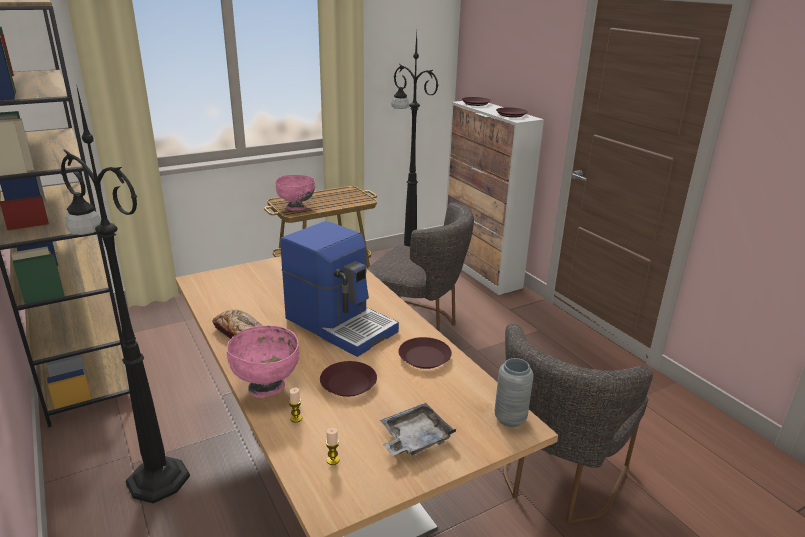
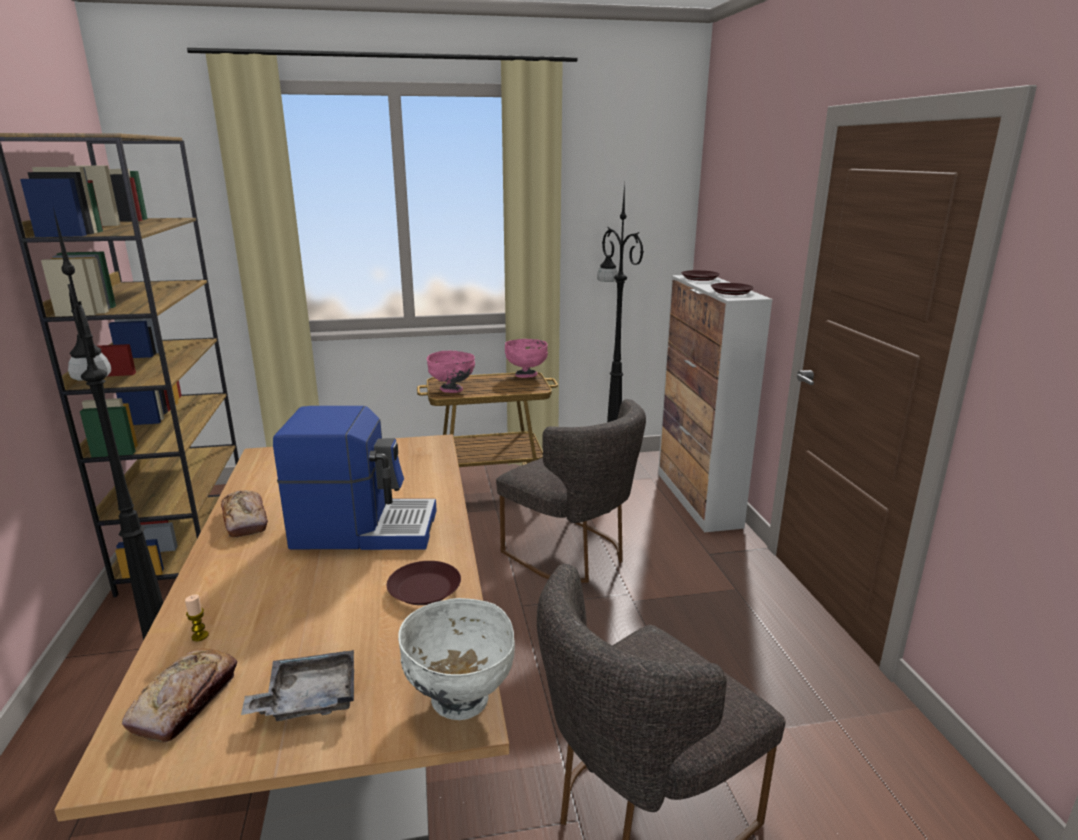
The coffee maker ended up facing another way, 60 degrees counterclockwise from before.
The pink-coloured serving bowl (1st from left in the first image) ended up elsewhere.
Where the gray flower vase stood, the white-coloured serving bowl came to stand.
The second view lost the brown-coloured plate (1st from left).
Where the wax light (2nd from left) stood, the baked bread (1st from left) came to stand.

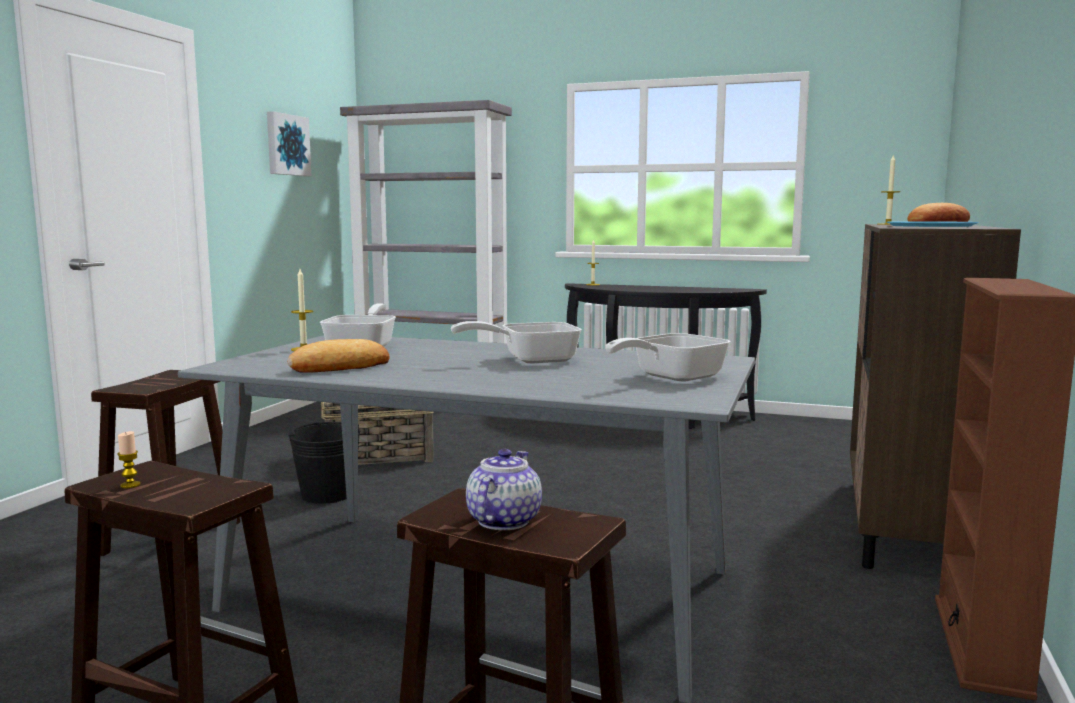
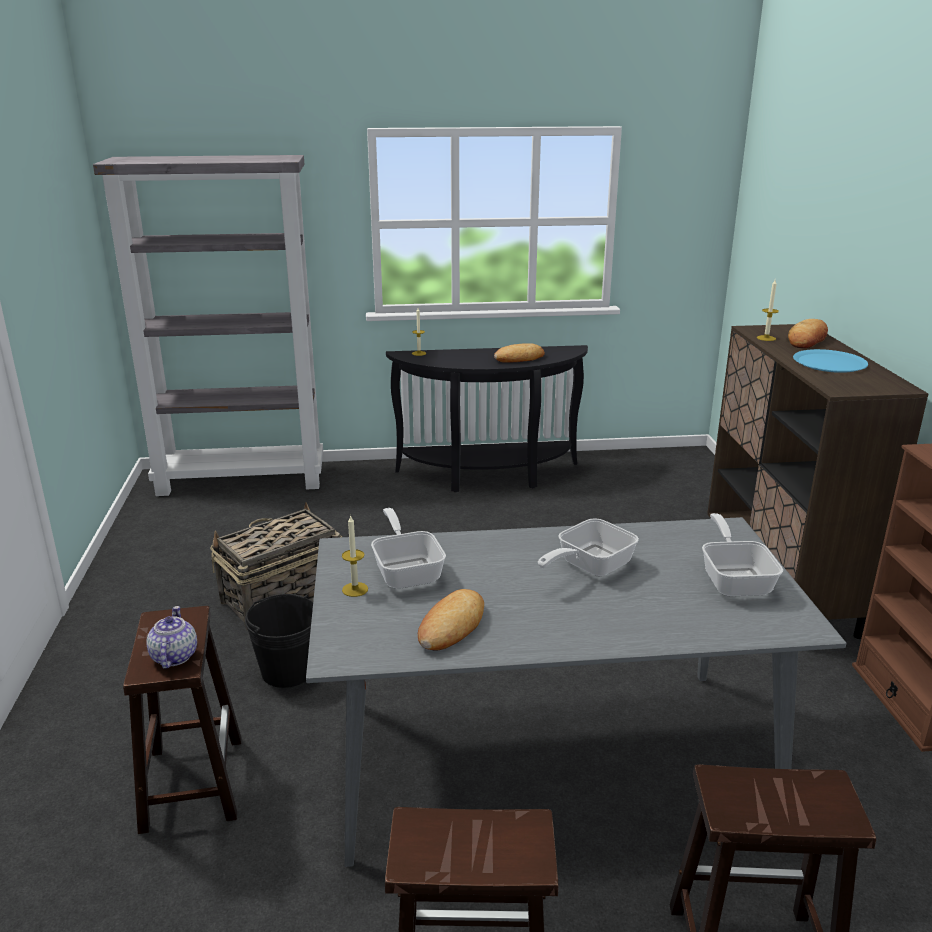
The second view lost the picture.
The skillet (3rd from left) ended up facing another way, 150 degrees clockwise from before.
The second view lost the wax light (1st from left).
The tea pot ended up elsewhere.
The second view gained the baked bread (2nd from left).

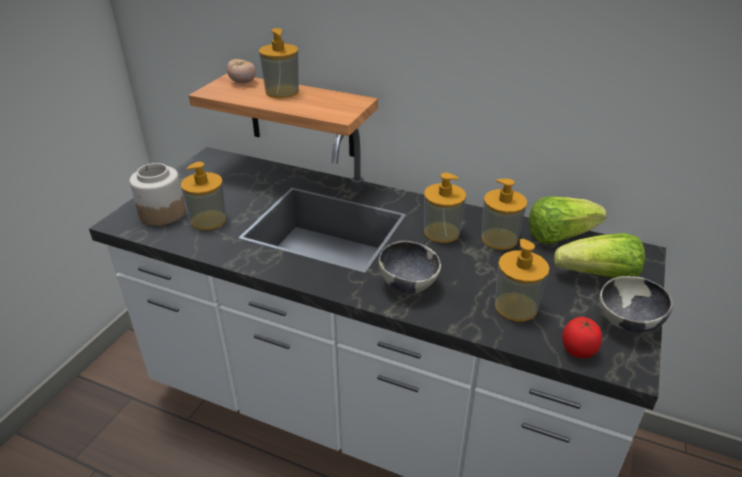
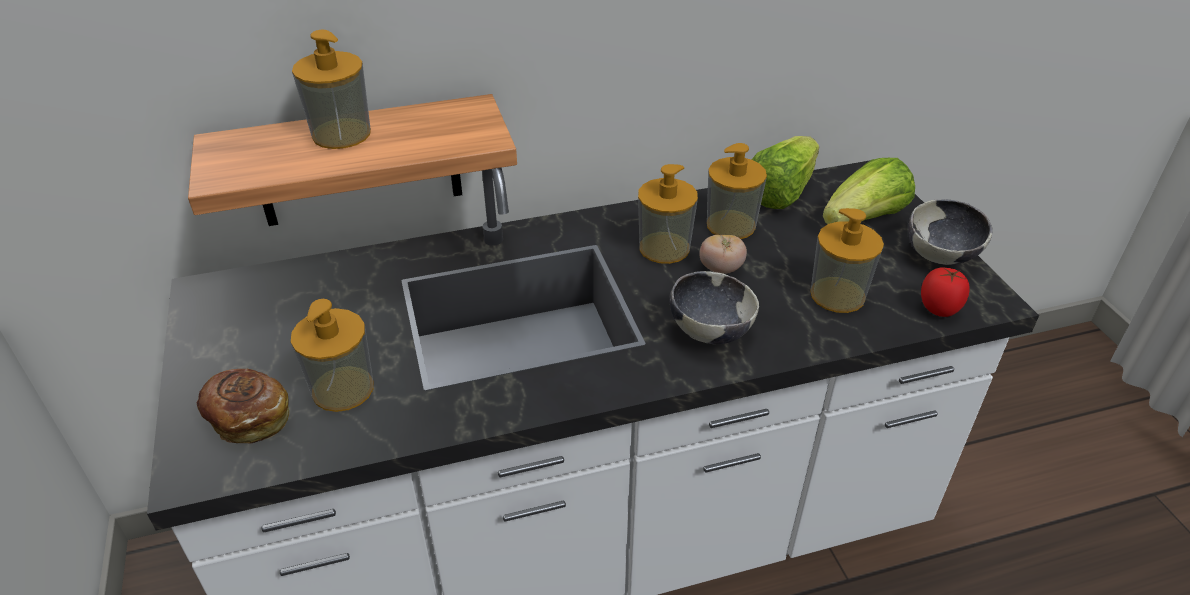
The fresh tomato (1st from left) ended up elsewhere.
Where the jar stood, the baked bread came to stand.

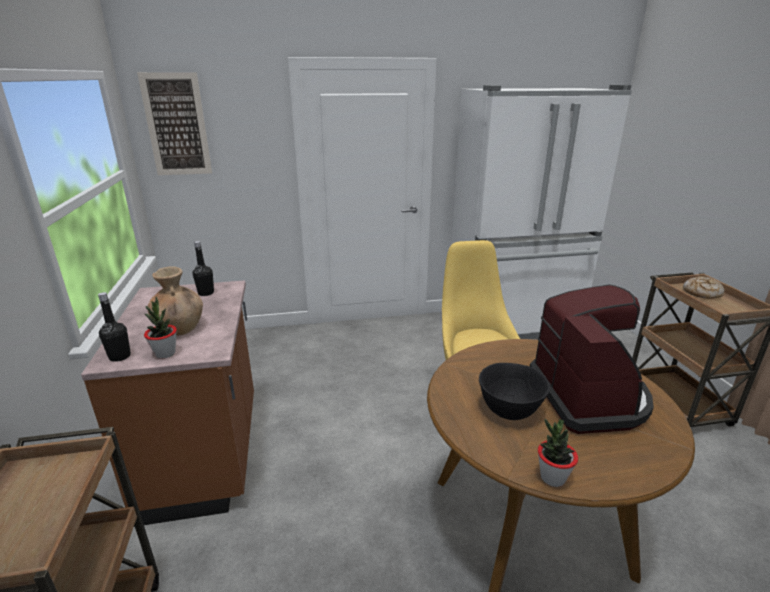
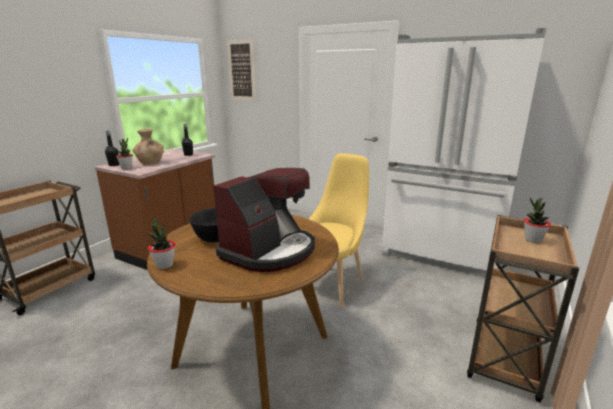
Where the baked bread stood, the potted plant (3rd from left) came to stand.

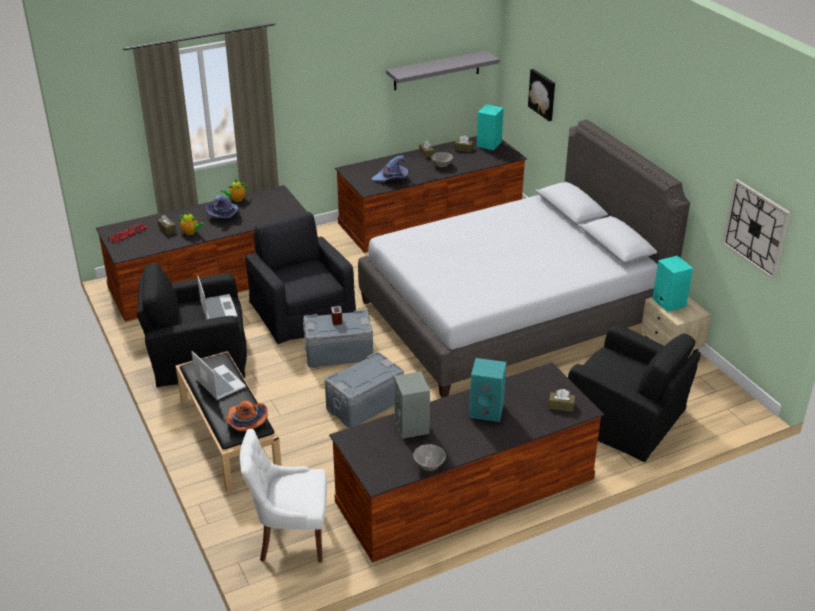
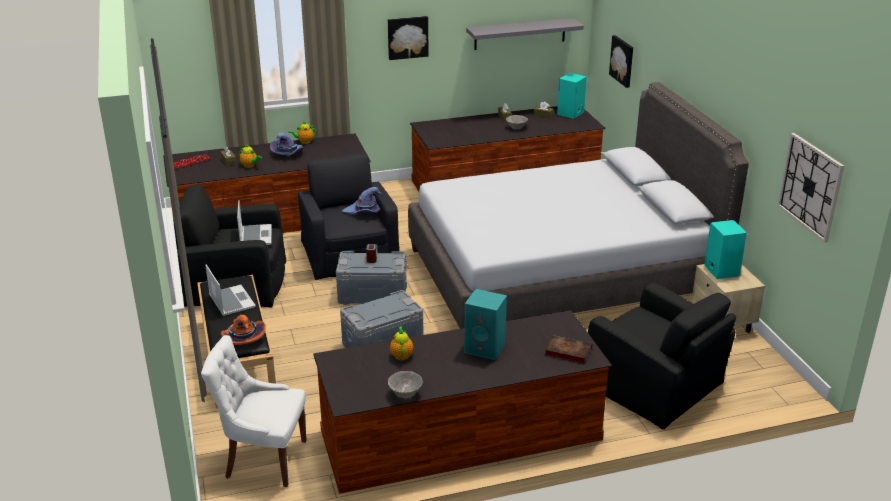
The purplish wearable hat (2nd from left) ended up elsewhere.
Where the gray speaker stood, the tea pot (3rd from left) came to stand.
Where the brown-coloured tissue holder (4th from left) stood, the book came to stand.
The second view gained the picture (1st from left).

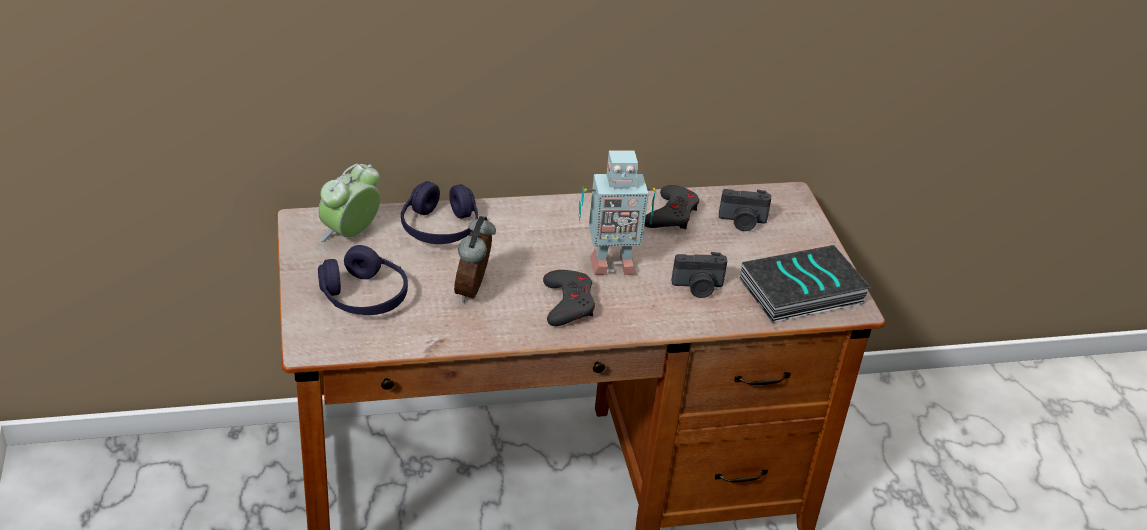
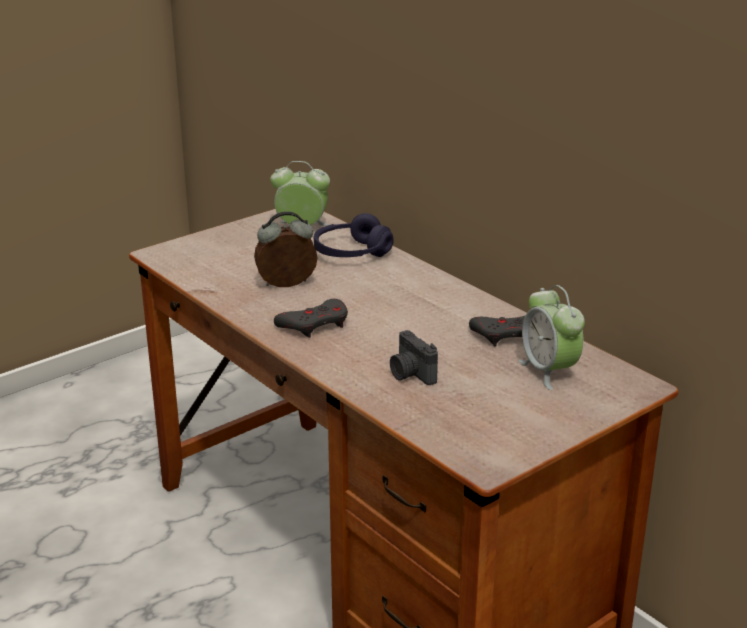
The second view lost the robot figure.
Where the still camera (2nd from left) stood, the table clock (3rd from left) came to stand.
The second view lost the purplish headphones (1st from left).
The second view lost the book.

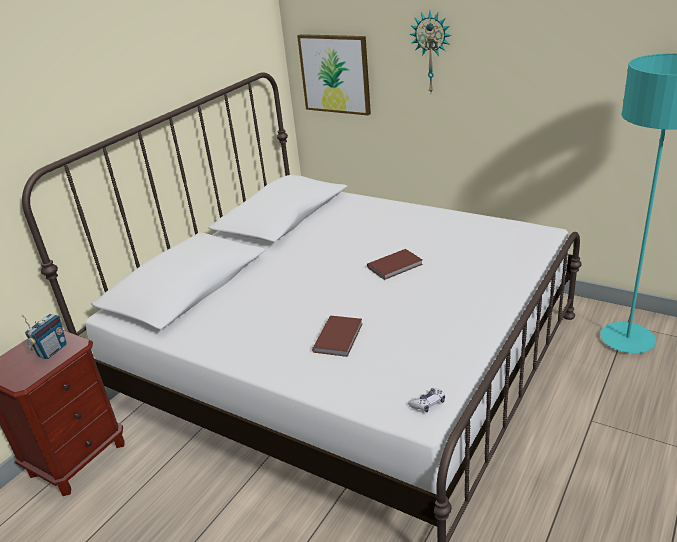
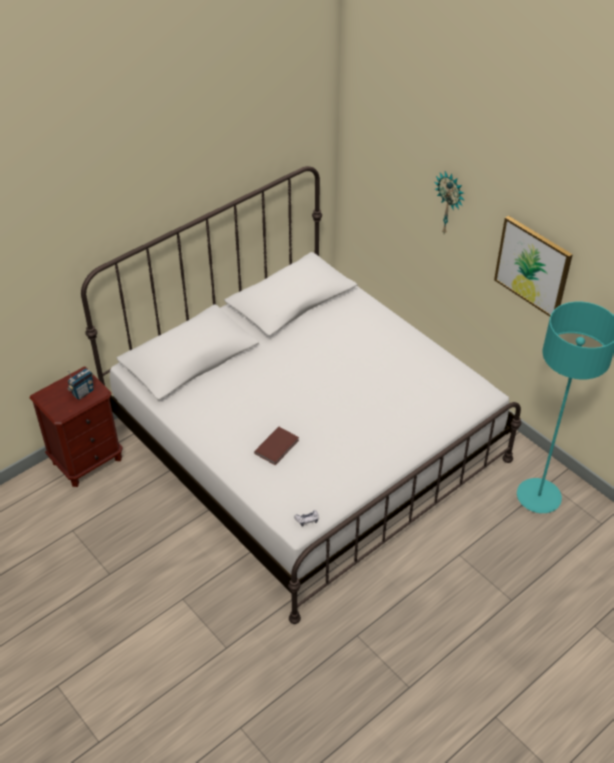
The picture ended up elsewhere.
The second view lost the brown-coloured book (2nd from left).

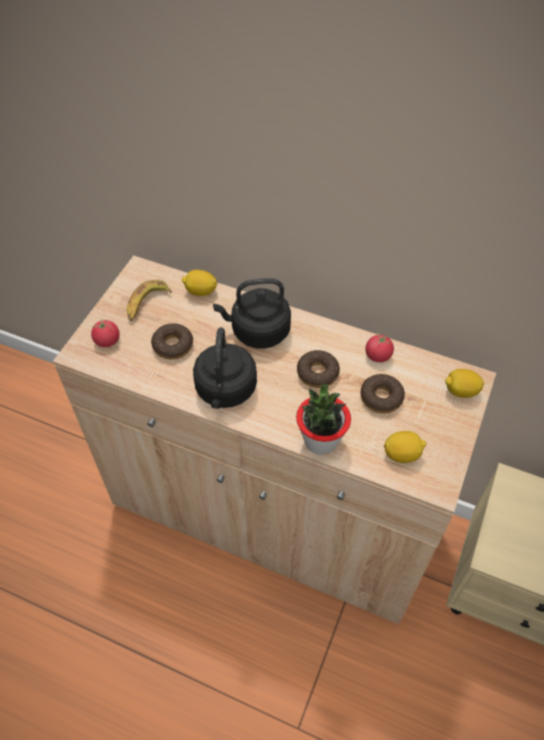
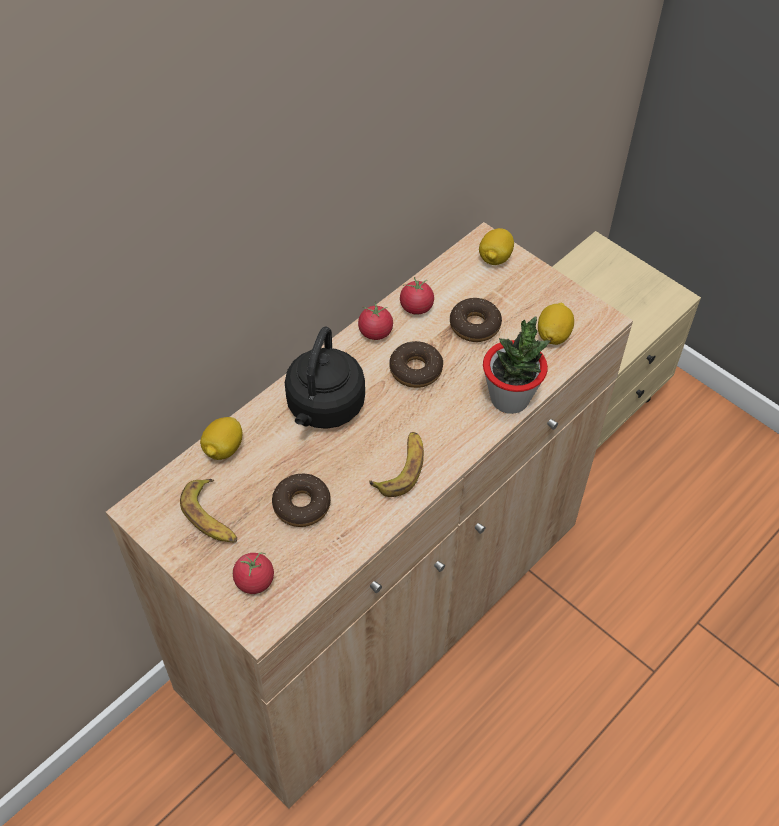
Where the blackish water kettle (1st from left) stood, the banana (2nd from left) came to stand.
The second view gained the fresh tomato (2nd from left).

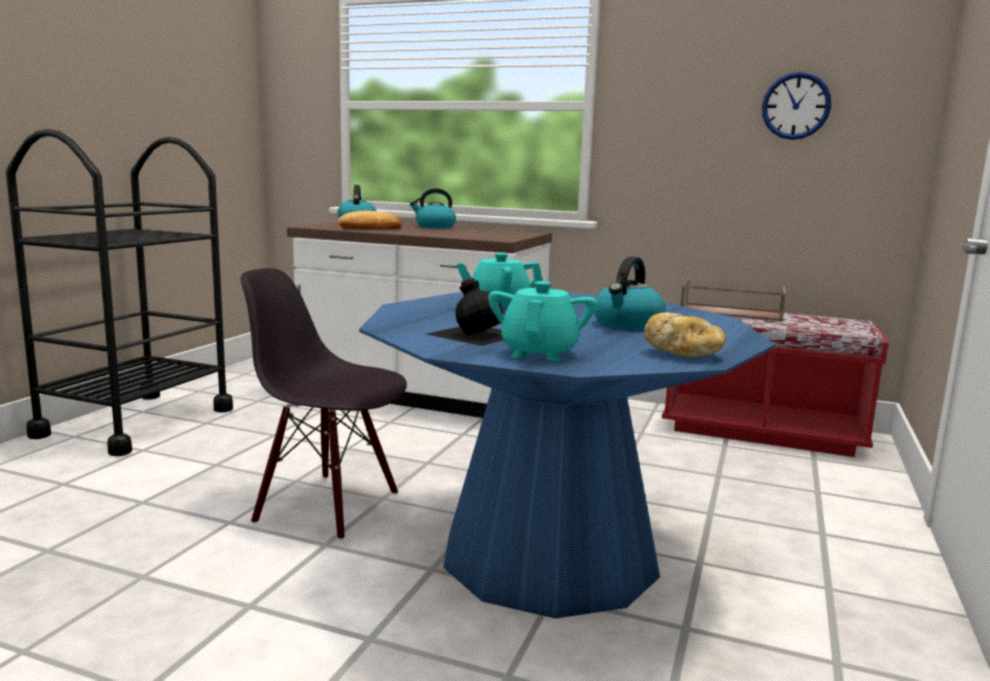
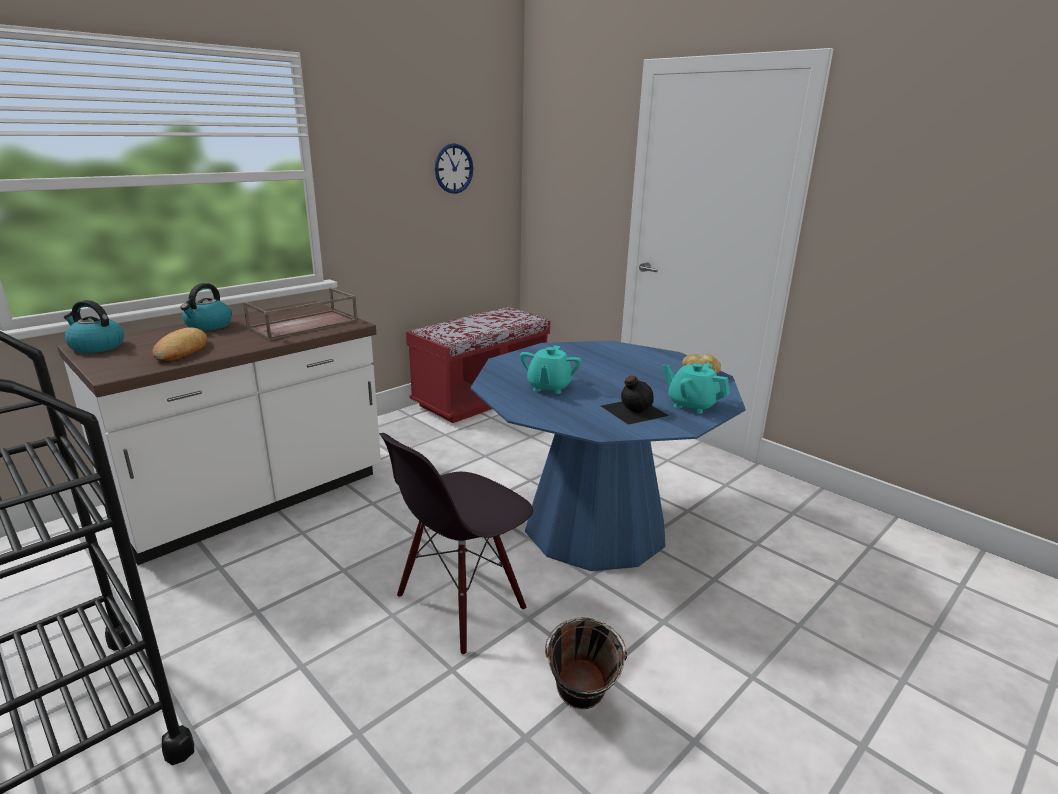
The second view lost the water kettle (3rd from left).
The brown-coloured serving tray ended up elsewhere.
The second view gained the blackish bucket.

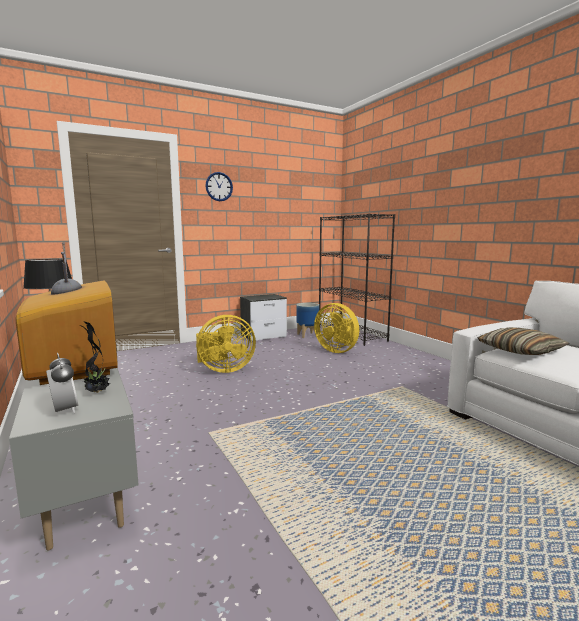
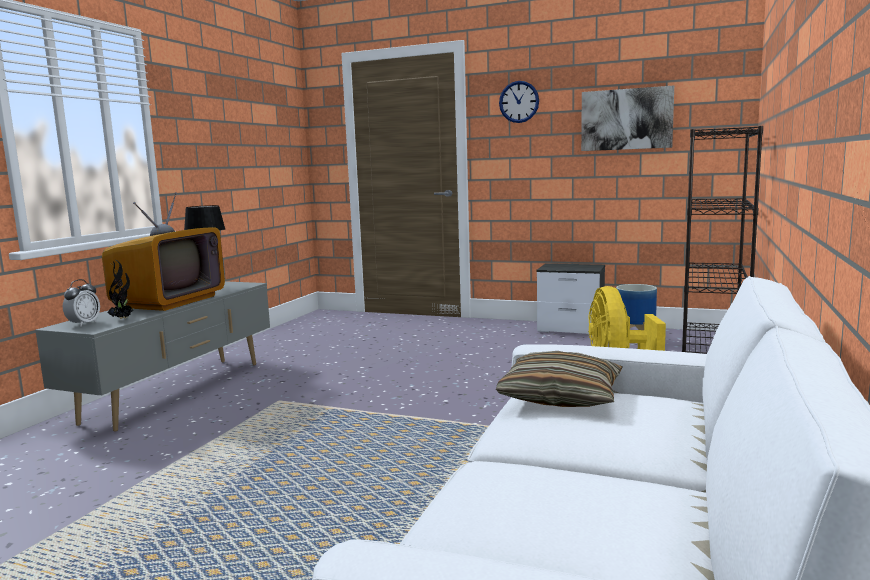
The second view lost the yellow electric fan (1st from left).
The second view gained the picture.

